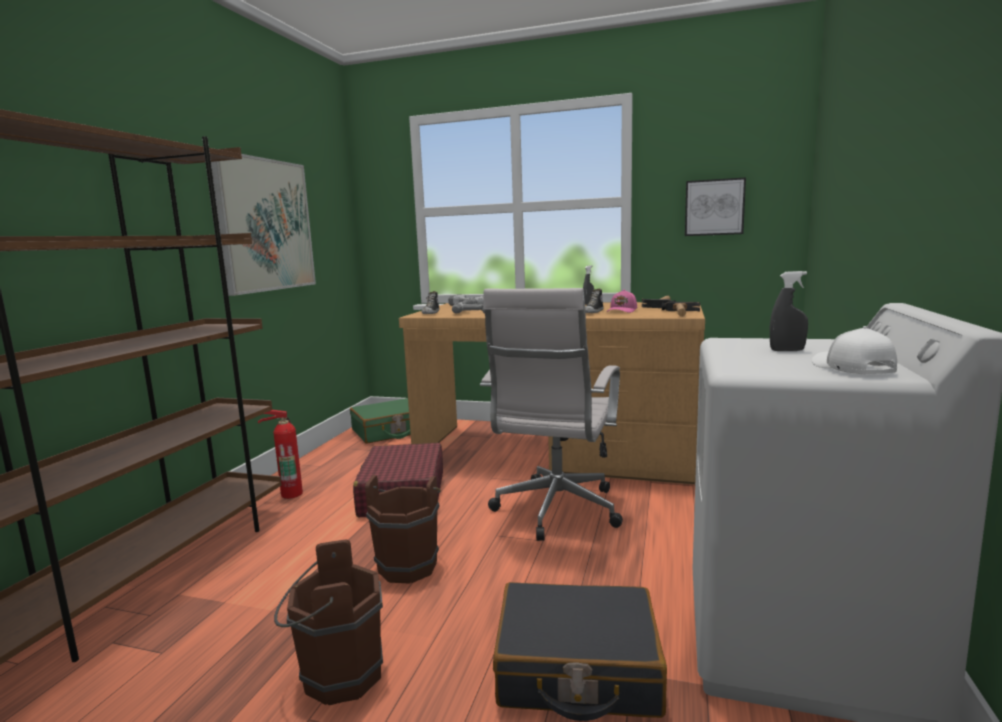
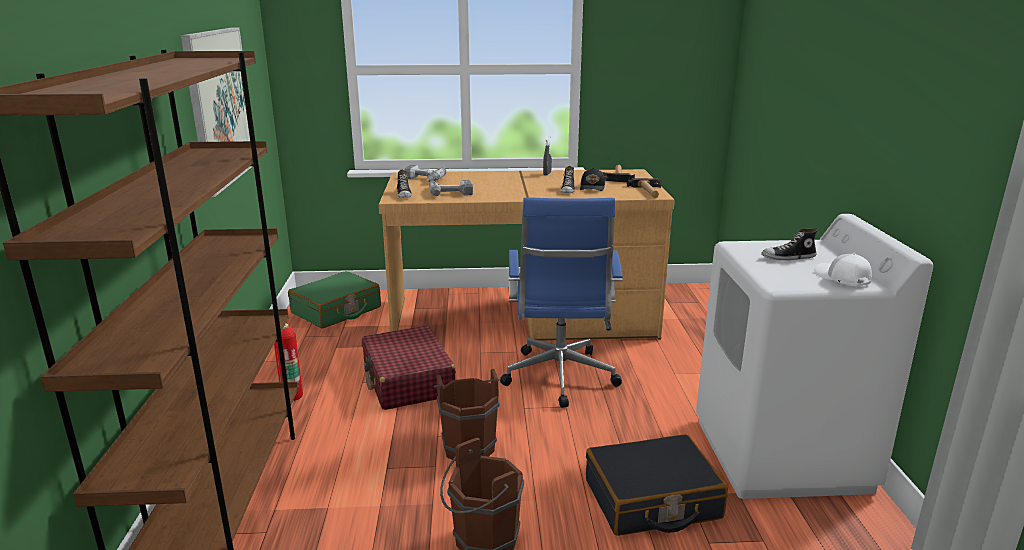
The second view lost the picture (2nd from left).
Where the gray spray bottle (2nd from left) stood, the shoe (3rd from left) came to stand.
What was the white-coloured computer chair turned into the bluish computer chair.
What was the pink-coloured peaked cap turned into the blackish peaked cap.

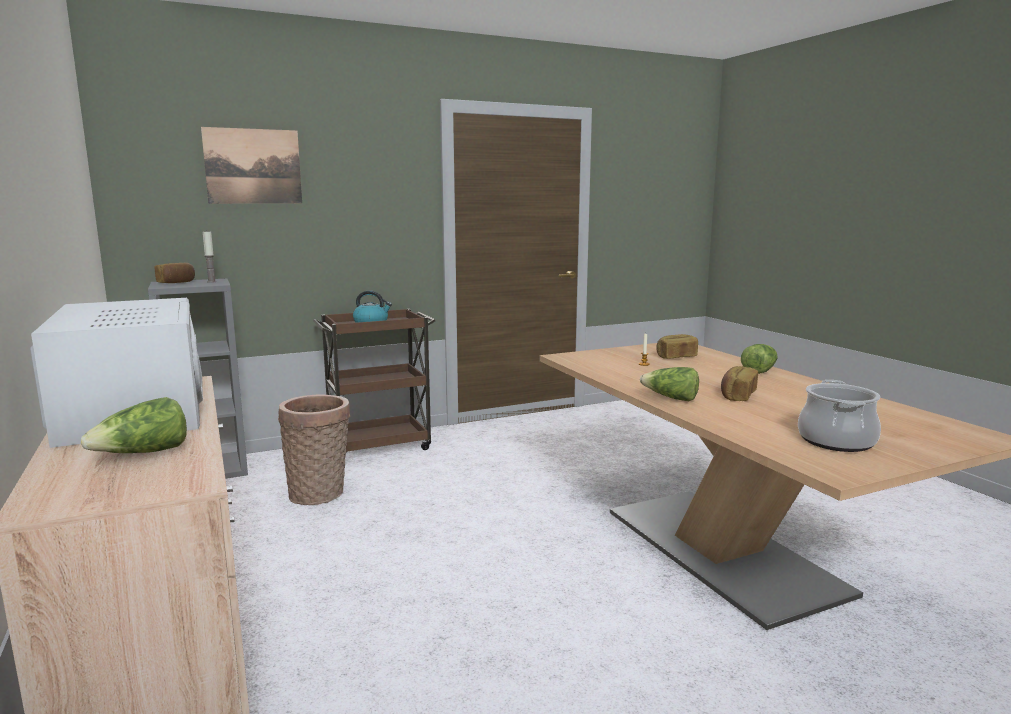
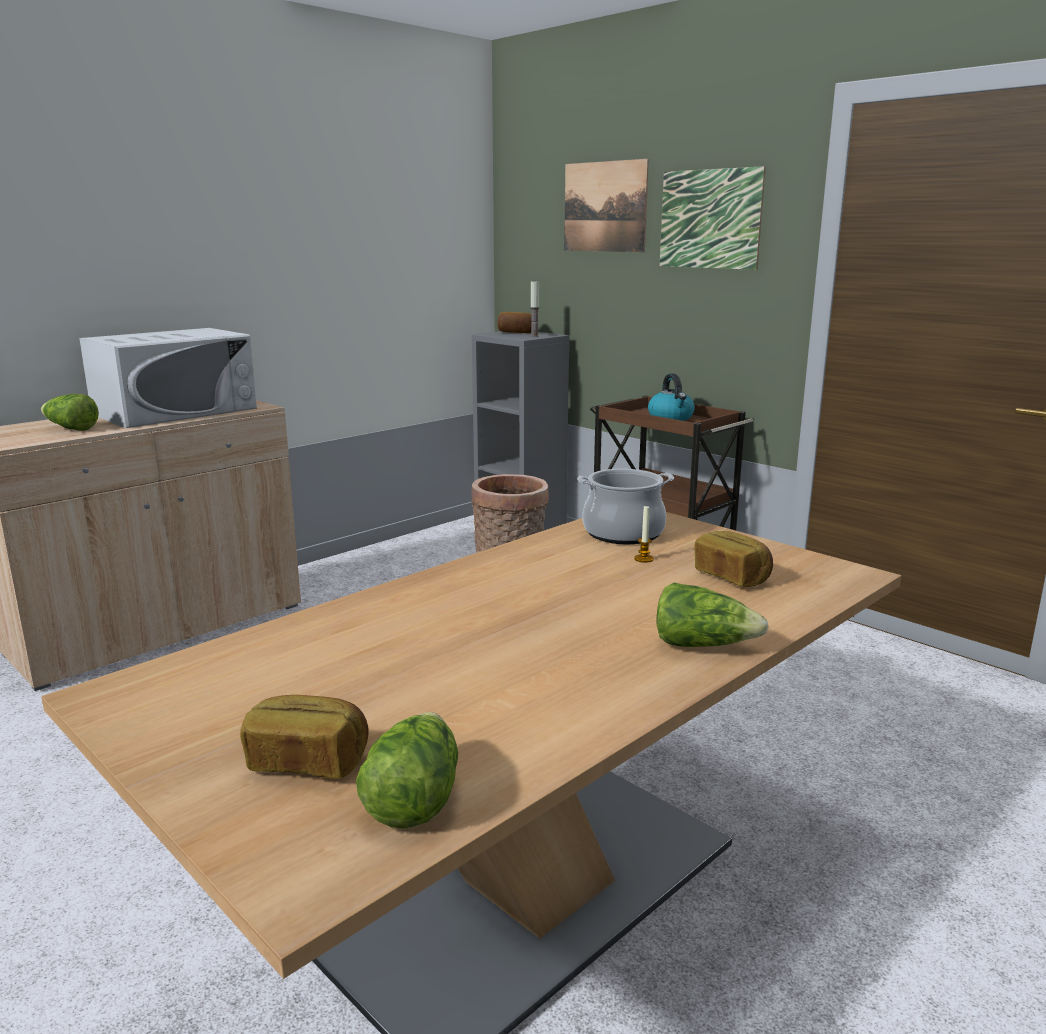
The baked bread (3rd from left in the first image) ended up elsewhere.
The head of lettuce (2nd from left) ended up elsewhere.
The cooking pot ended up elsewhere.
The second view gained the picture (2nd from left).

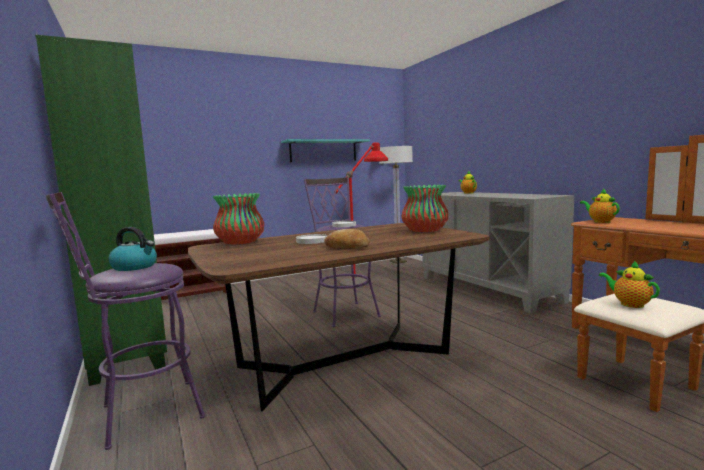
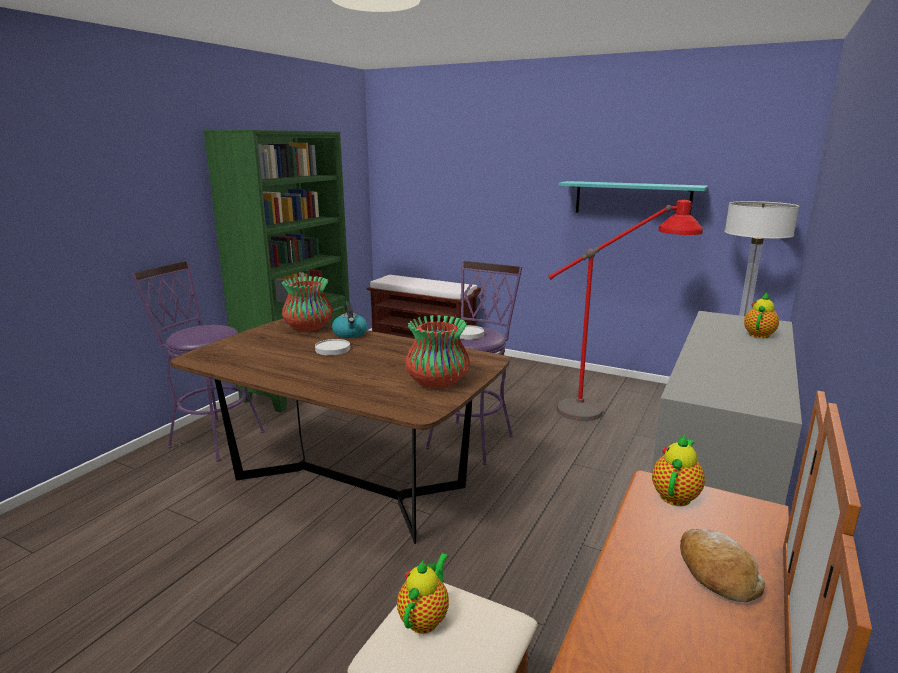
The water kettle ended up elsewhere.
The baked bread ended up elsewhere.

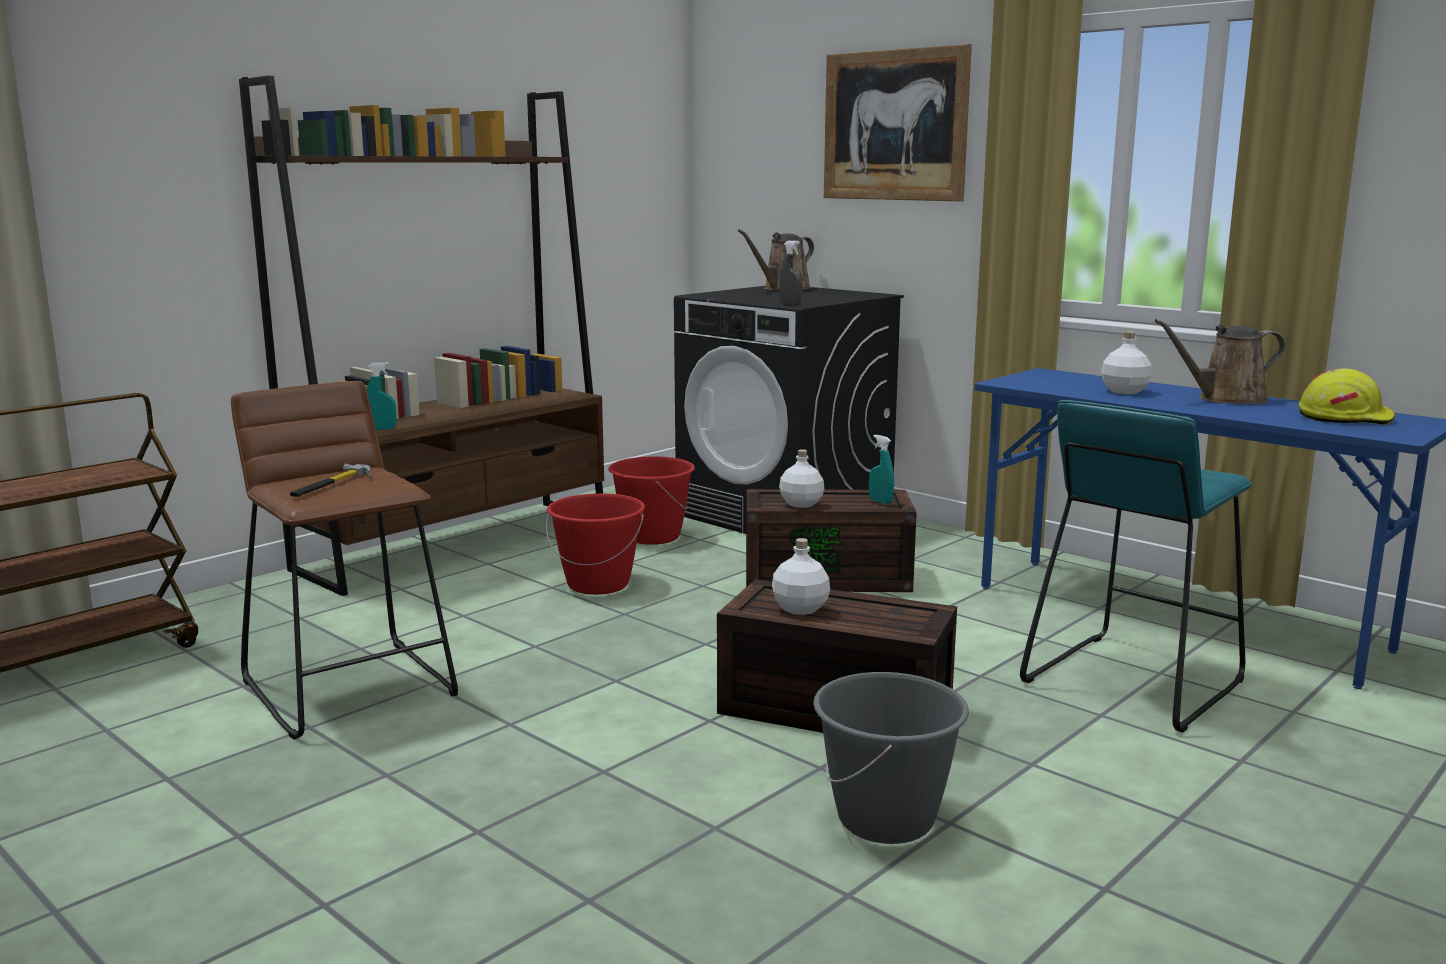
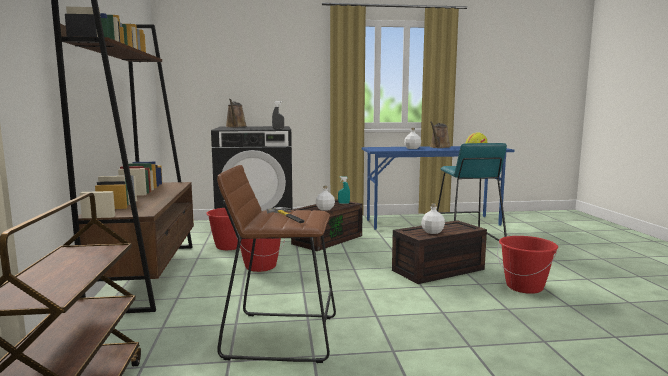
The second view lost the picture.
The second view lost the turquoise spray bottle (1st from left).
What was the gray bucket turned into the red-coloured bucket (3rd from left).

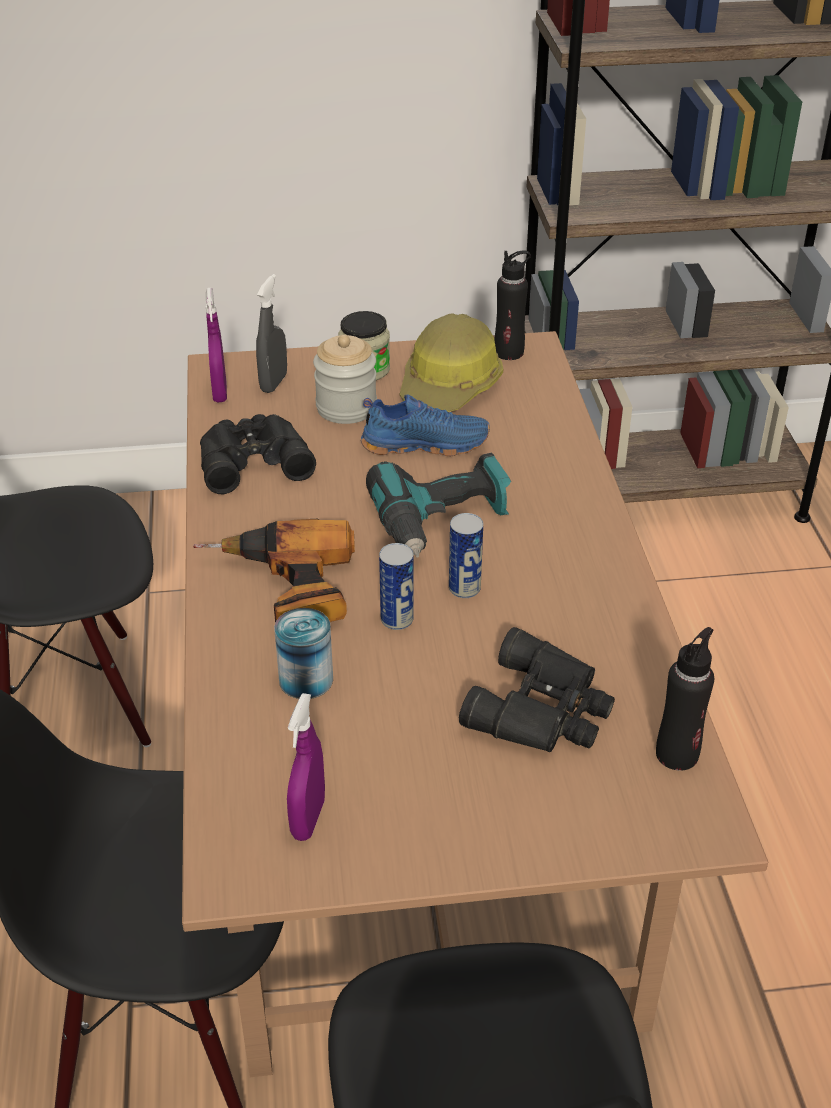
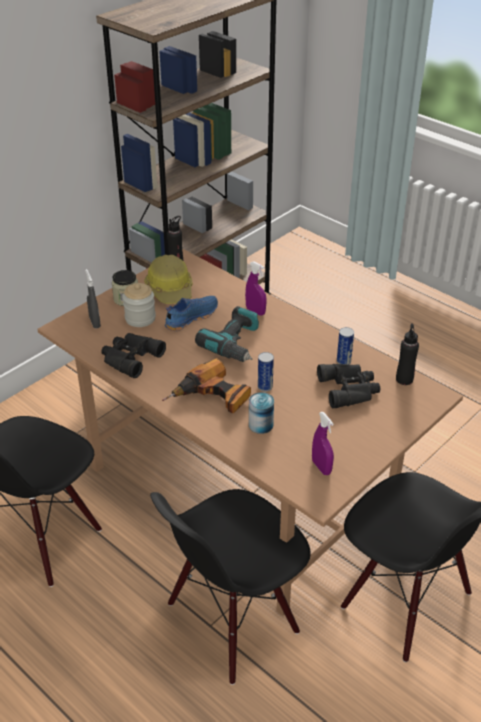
The purplish spray bottle (1st from left) ended up elsewhere.
The sealed can (3rd from left) ended up elsewhere.

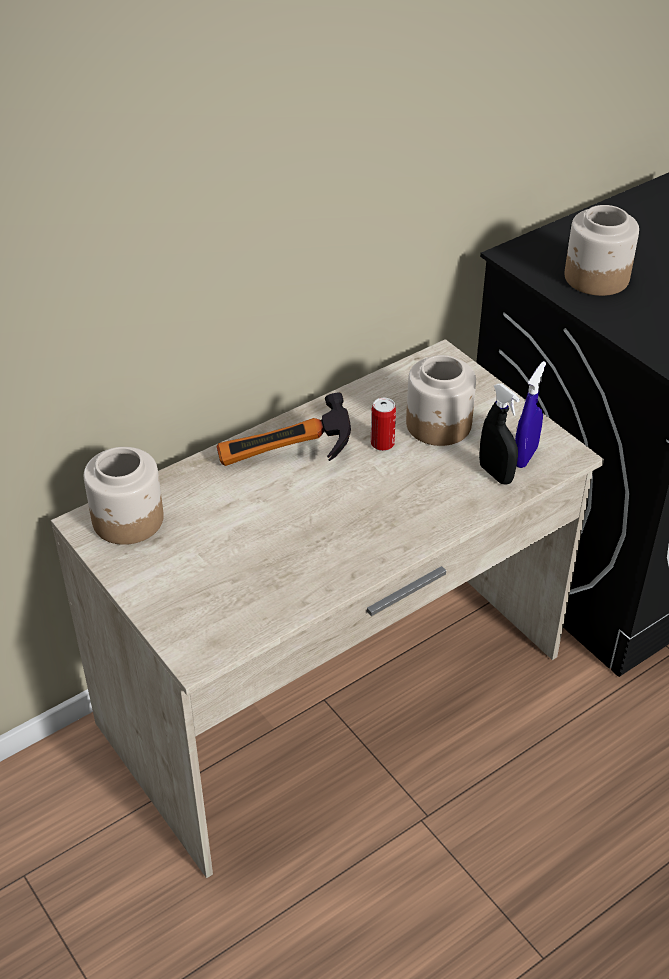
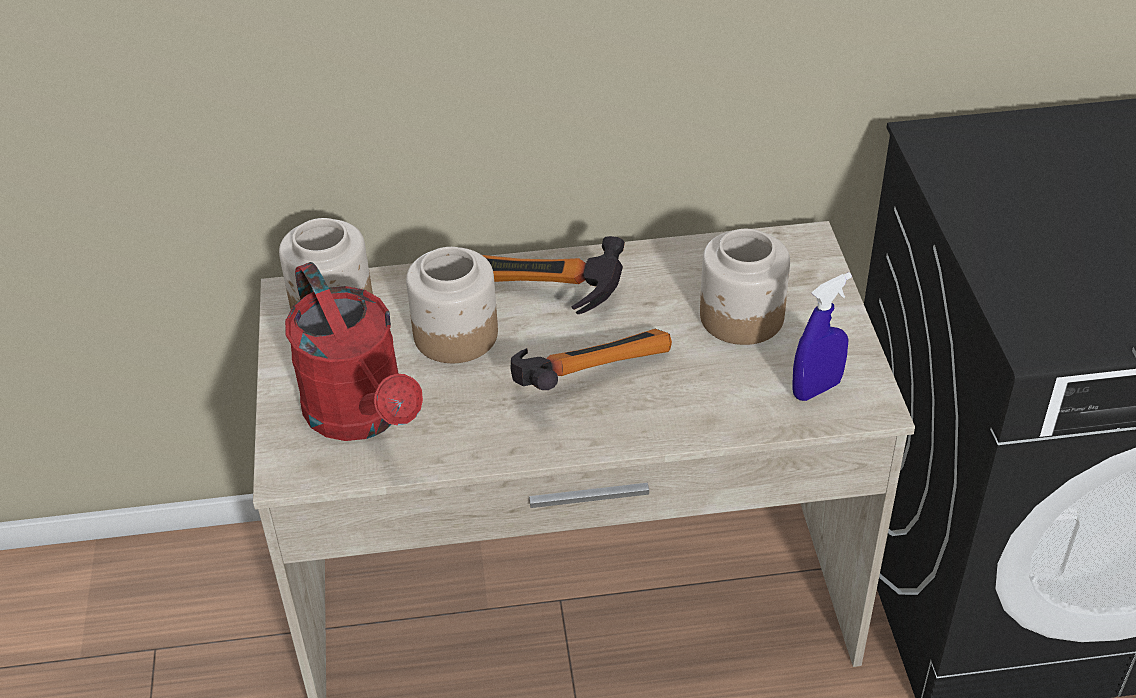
The jar (3rd from left in the first image) ended up elsewhere.
The second view lost the blackish spray bottle.
The second view lost the sealed can.
The second view gained the red-coloured watering can.
The second view gained the hand hammer (2nd from left).

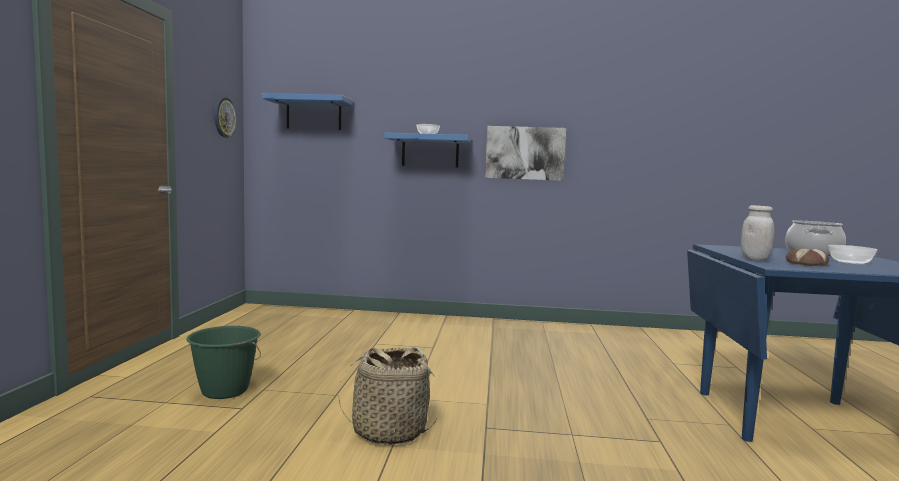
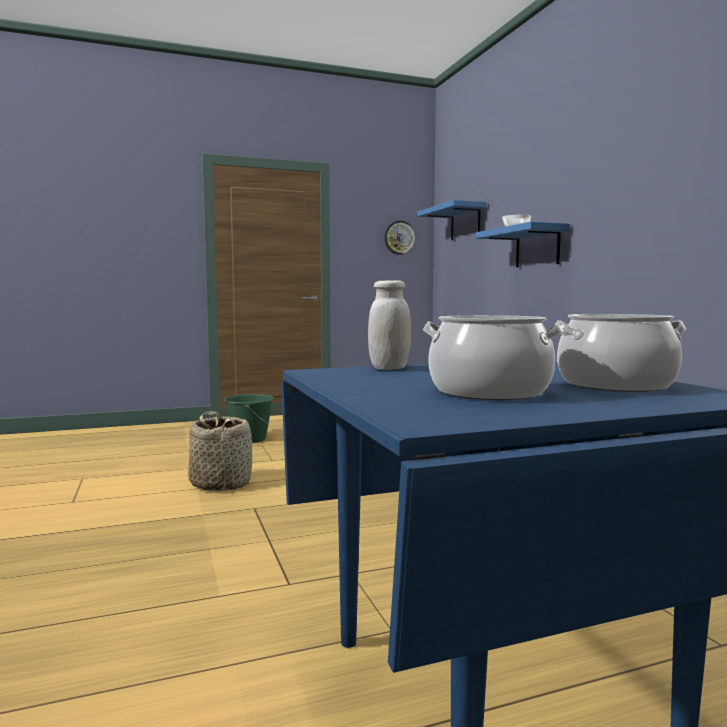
The second view lost the picture.
Where the serving bowl (2nd from left) stood, the cooking pot (1st from left) came to stand.
The second view lost the baked bread.

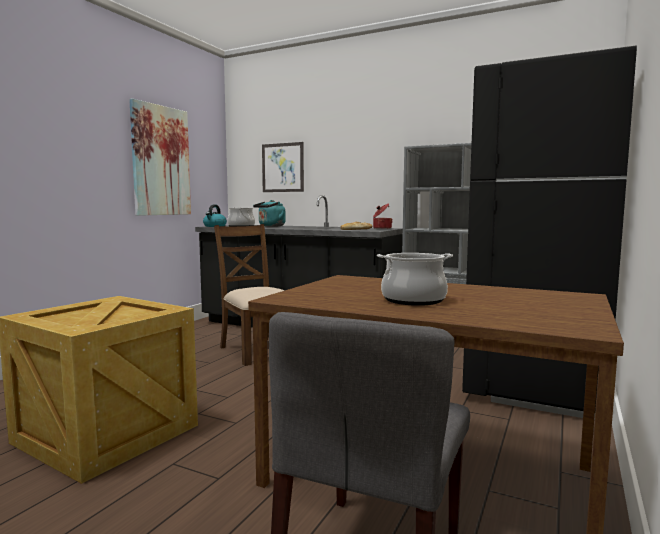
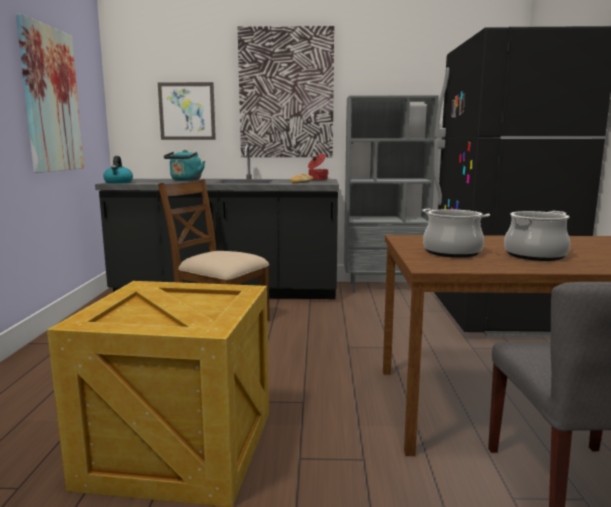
The cooking pot (1st from left in the first image) ended up elsewhere.
The second view gained the picture (3rd from left).

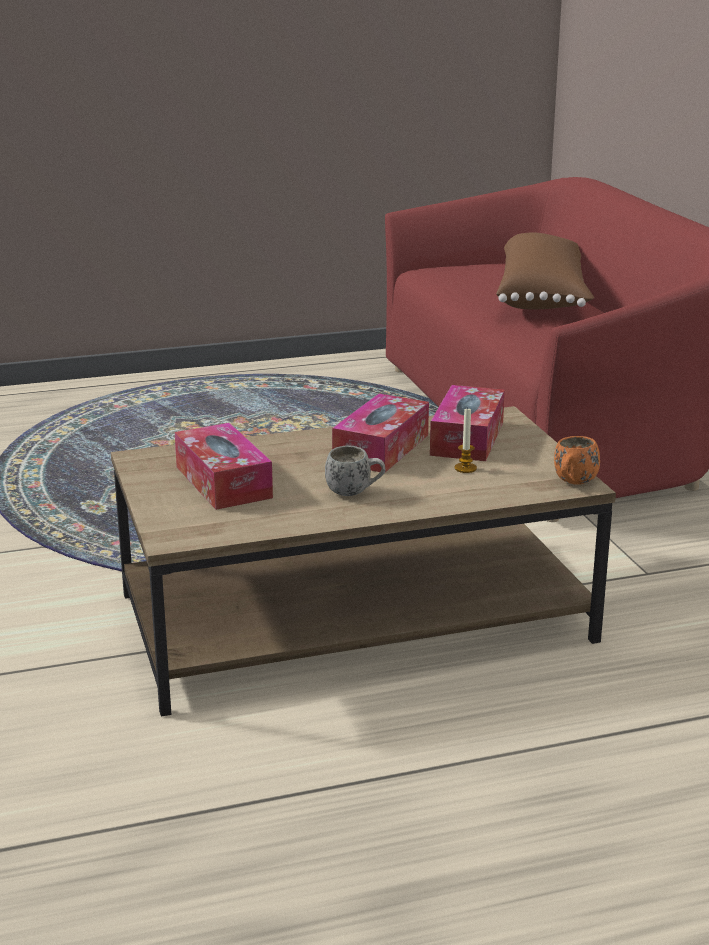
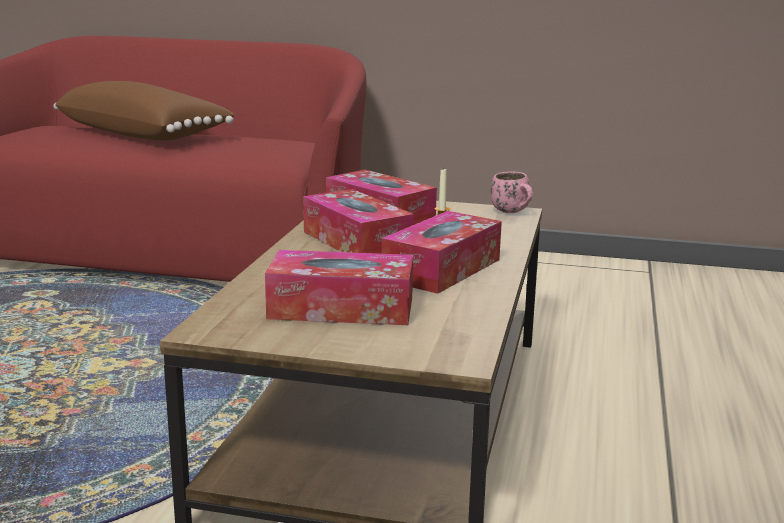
What was the orangey mug turned into the pink-coloured mug.
Where the white-coloured mug stood, the tissue holder (4th from left) came to stand.

